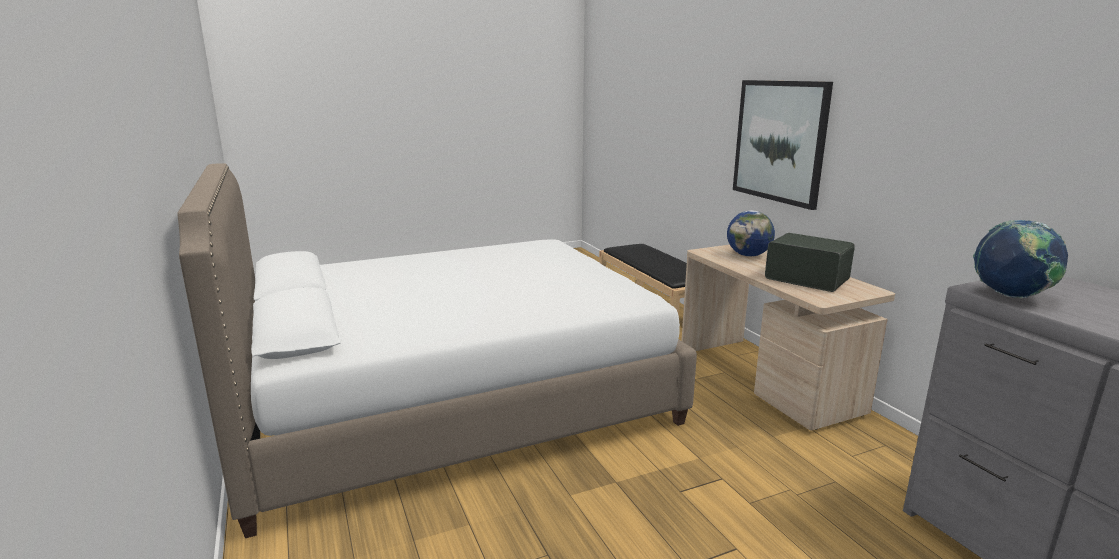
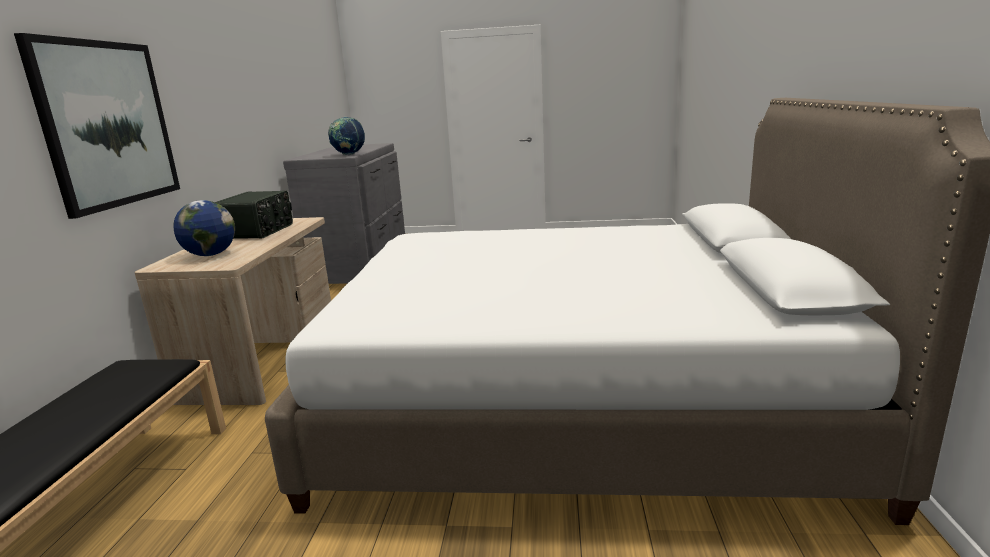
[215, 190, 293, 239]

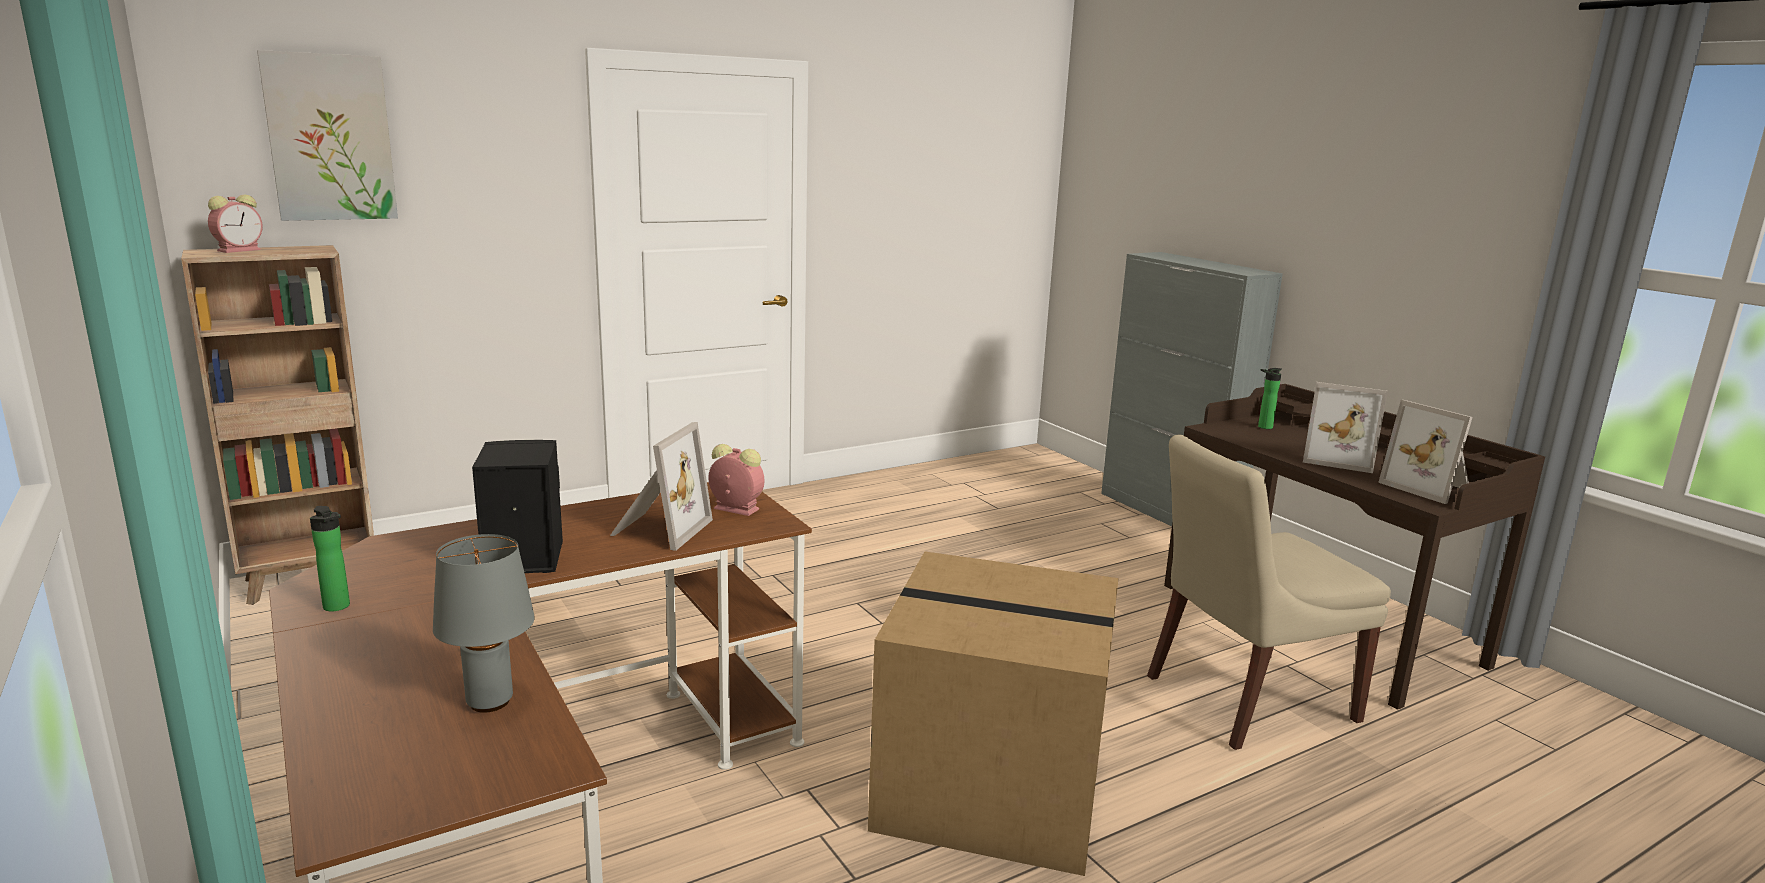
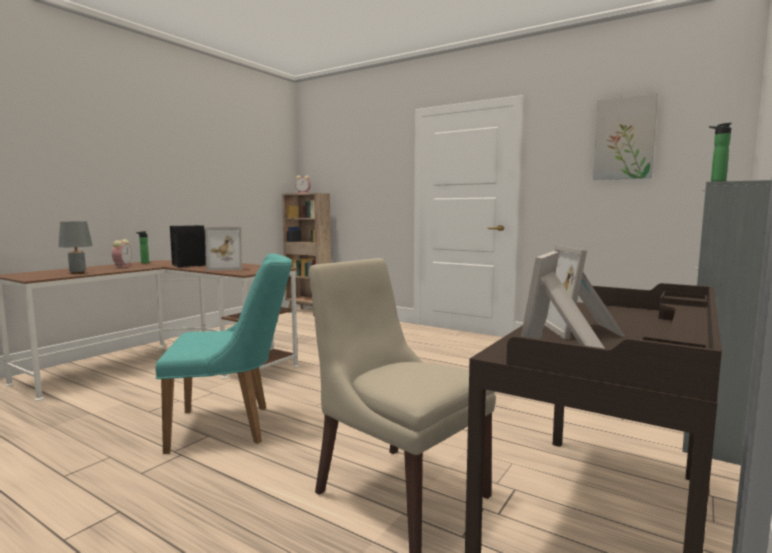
[593, 93, 658, 180]
[112, 239, 132, 268]
[709, 123, 732, 182]
[156, 253, 292, 454]

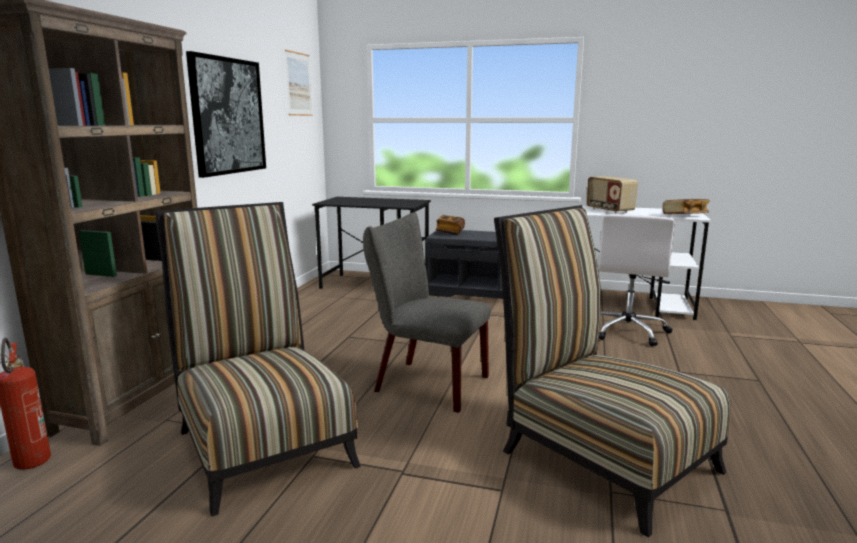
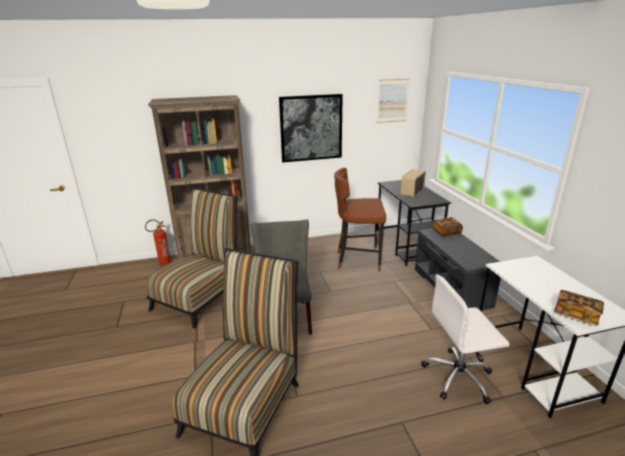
[334, 168, 386, 271]
[401, 169, 426, 198]

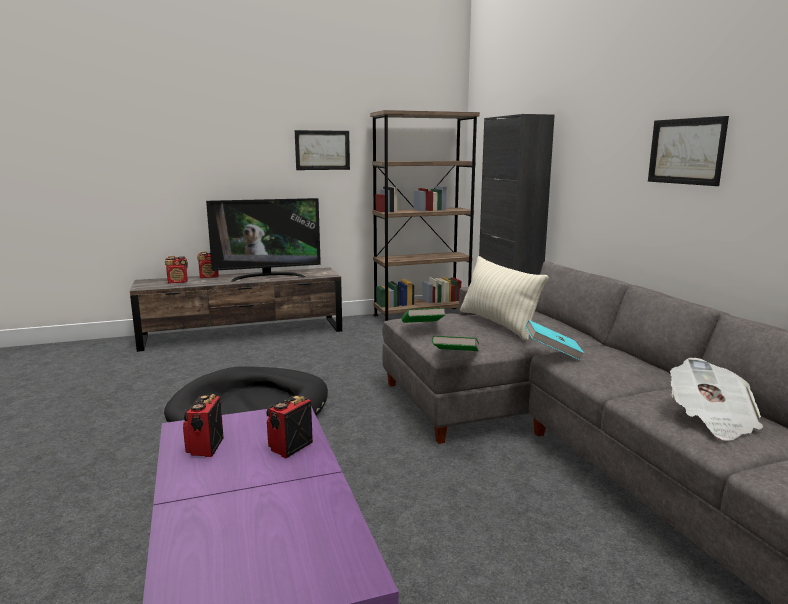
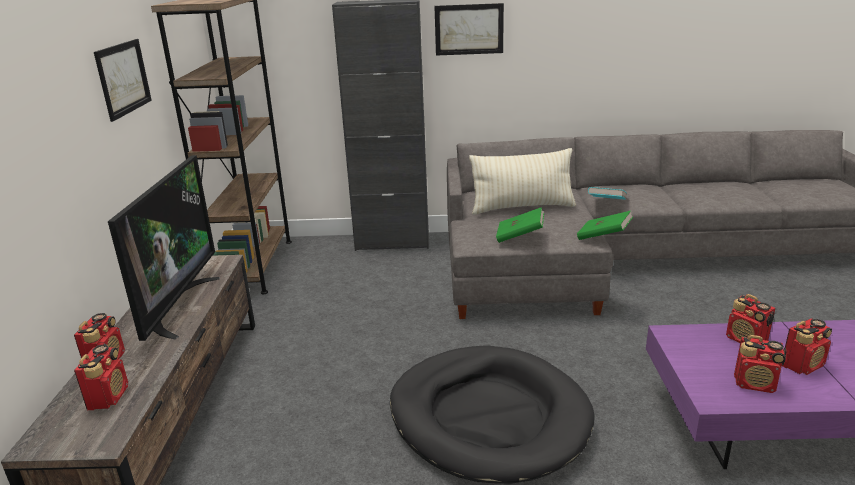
[670, 358, 763, 441] (first image)
[782, 318, 832, 375]
[434, 3, 504, 56]

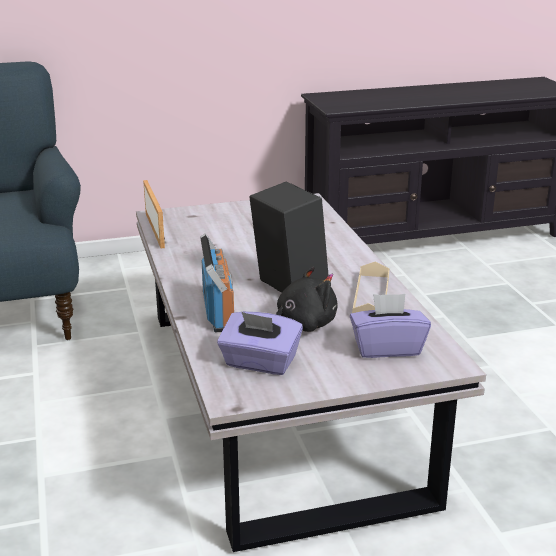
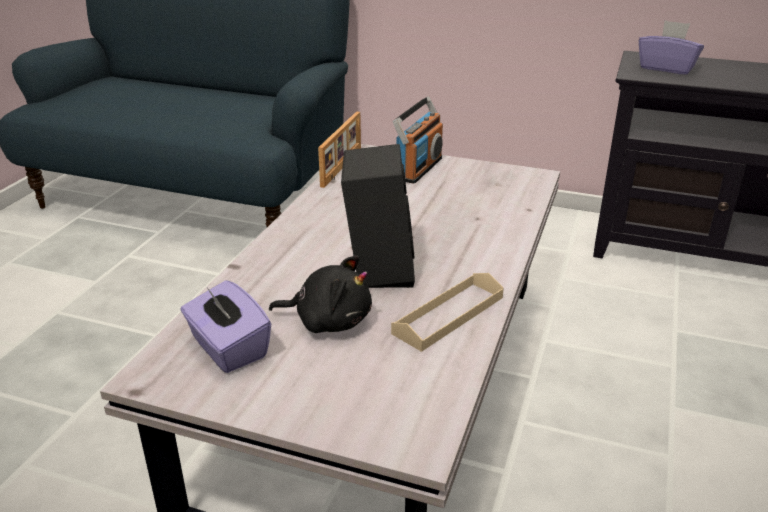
[393, 96, 443, 184]
[639, 20, 704, 75]

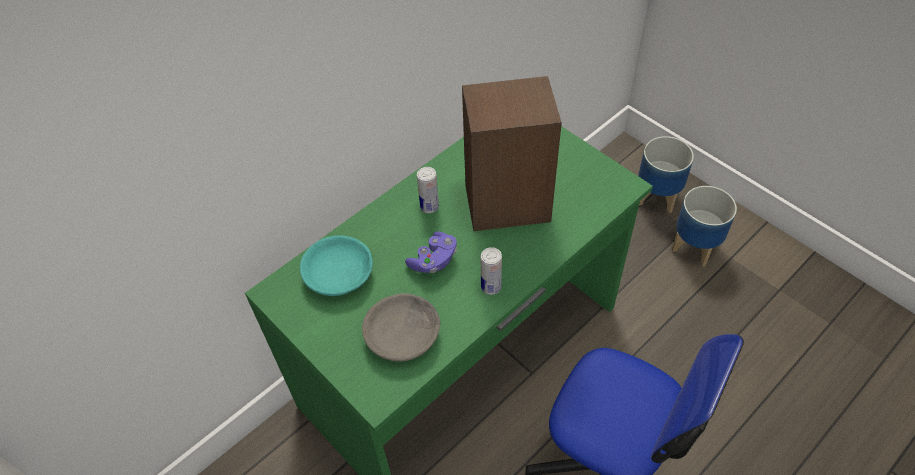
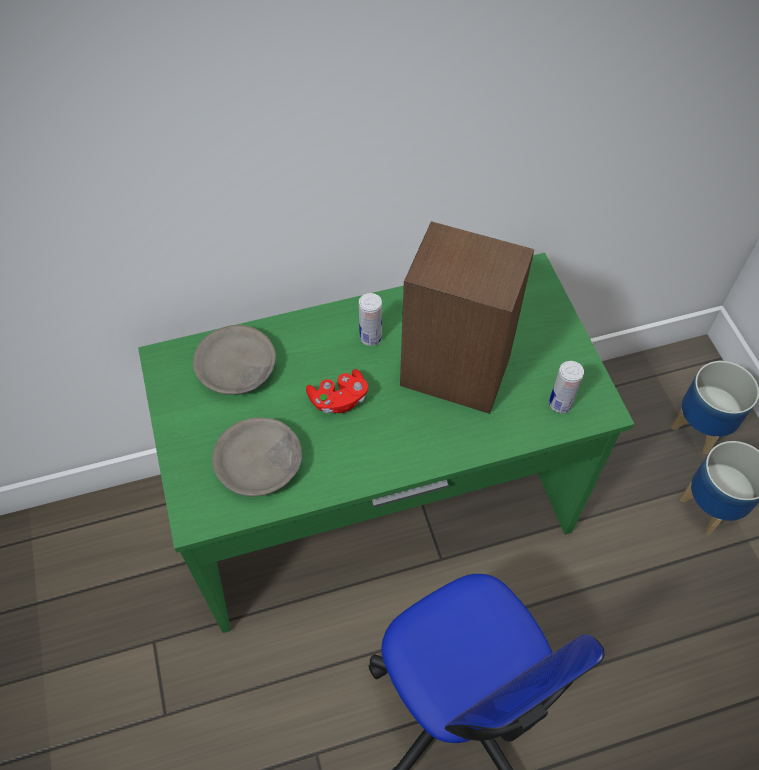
[549, 361, 584, 413]
[193, 325, 276, 395]
[306, 369, 368, 414]

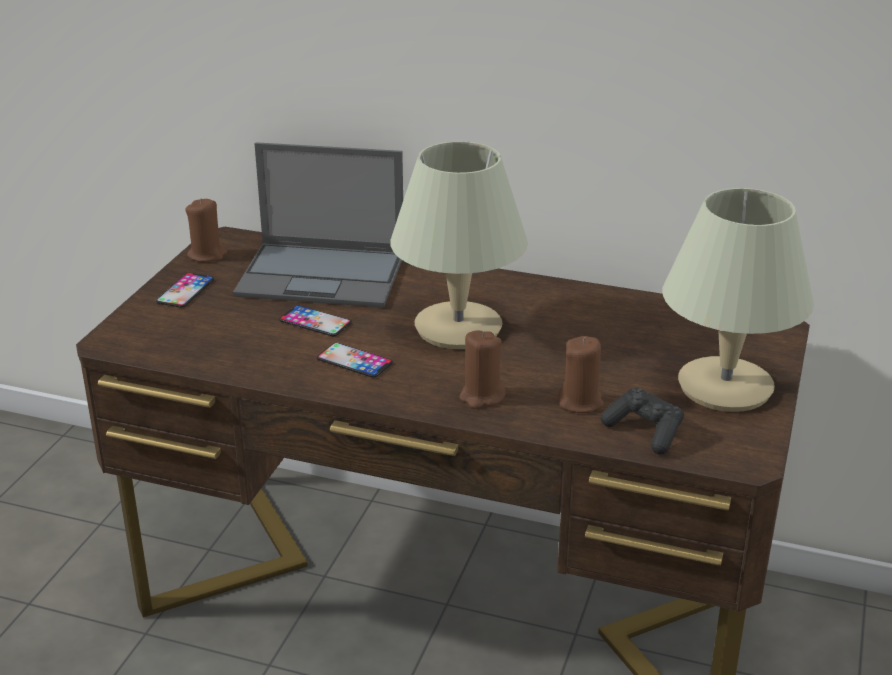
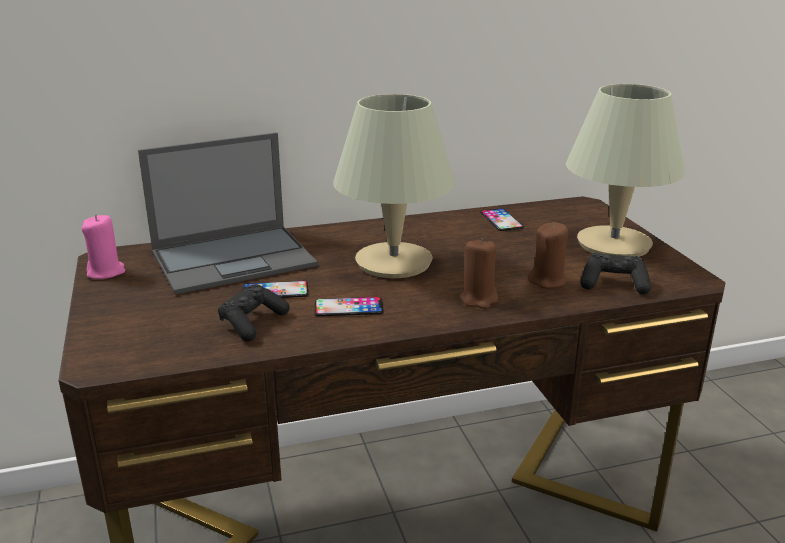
[218, 284, 290, 342]
[480, 208, 524, 231]
[82, 215, 125, 279]

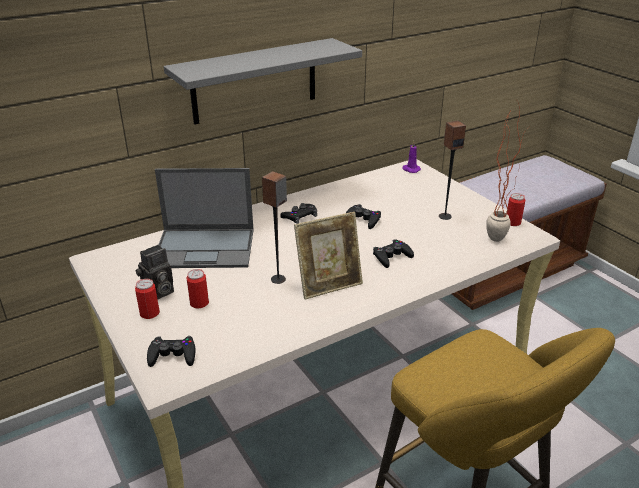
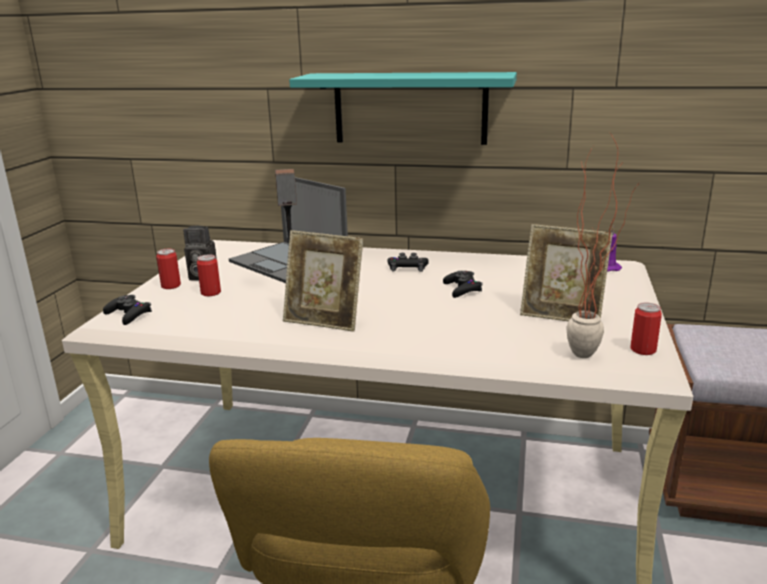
[373, 239, 414, 268] (first image)
[520, 224, 613, 321]
[289, 72, 517, 145]

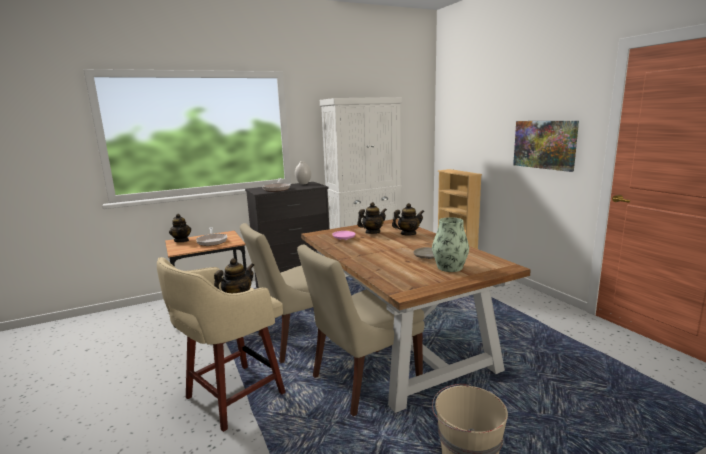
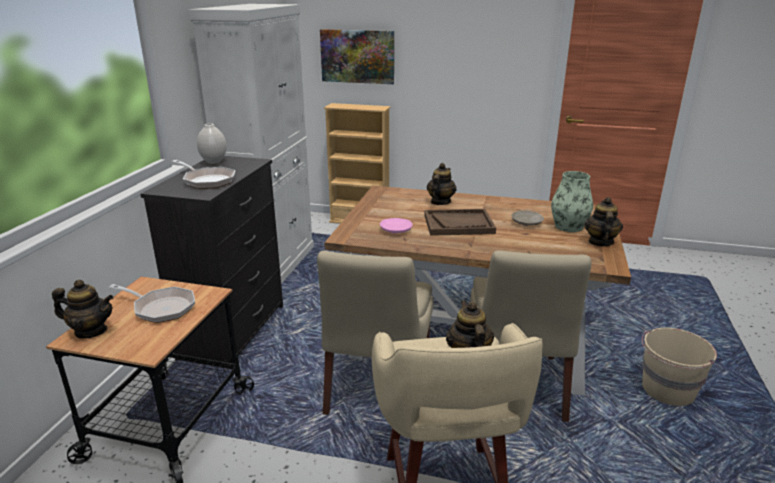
[424, 209, 496, 236]
[585, 197, 623, 246]
[320, 29, 394, 84]

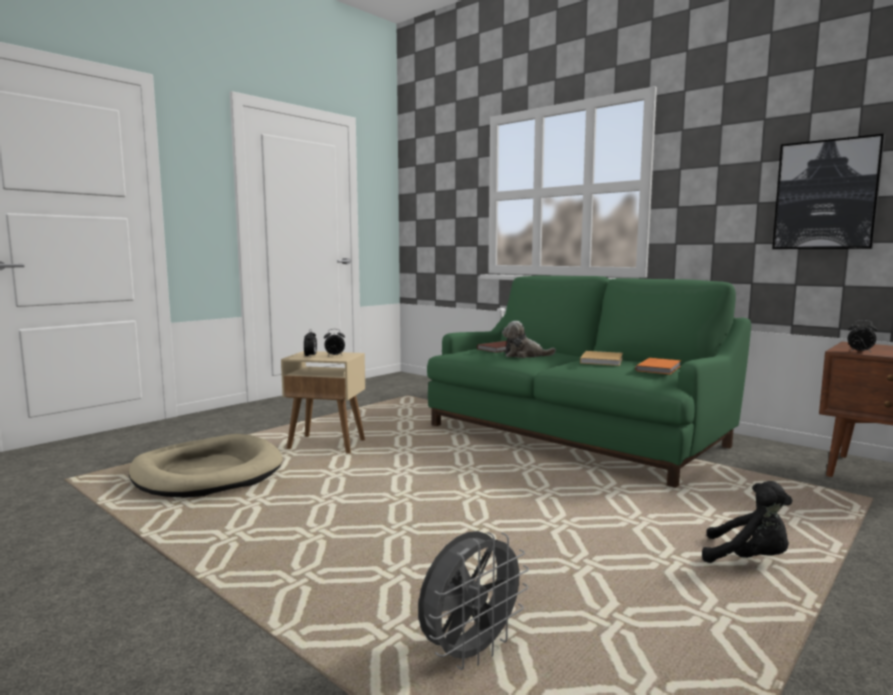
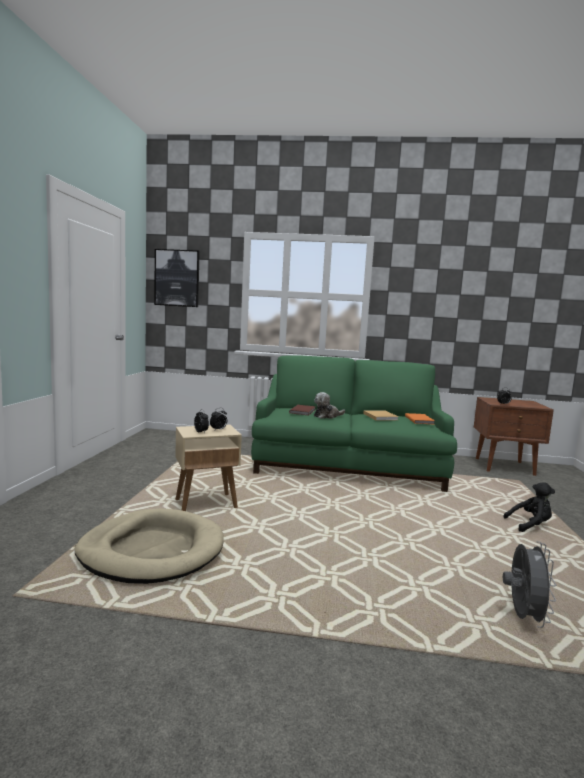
[154, 249, 200, 307]

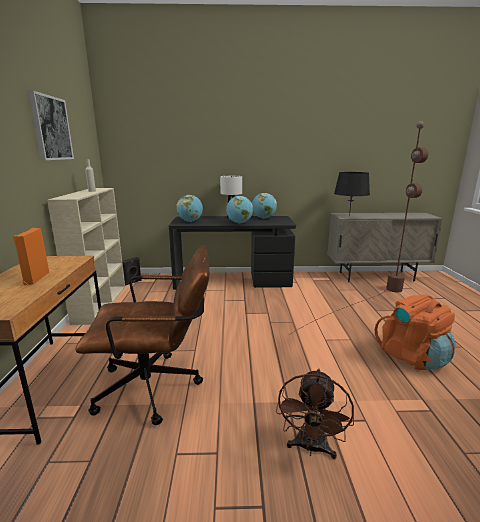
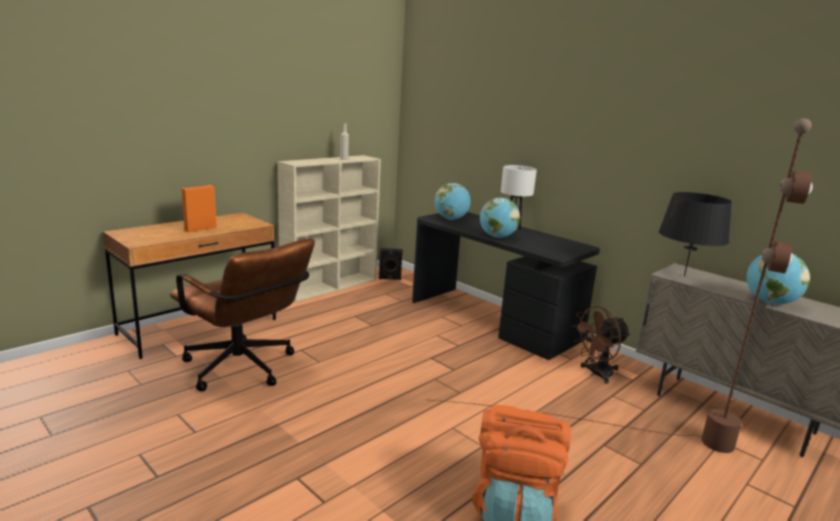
[28, 90, 74, 160] (first image)
[746, 254, 810, 304]
[571, 306, 630, 384]

